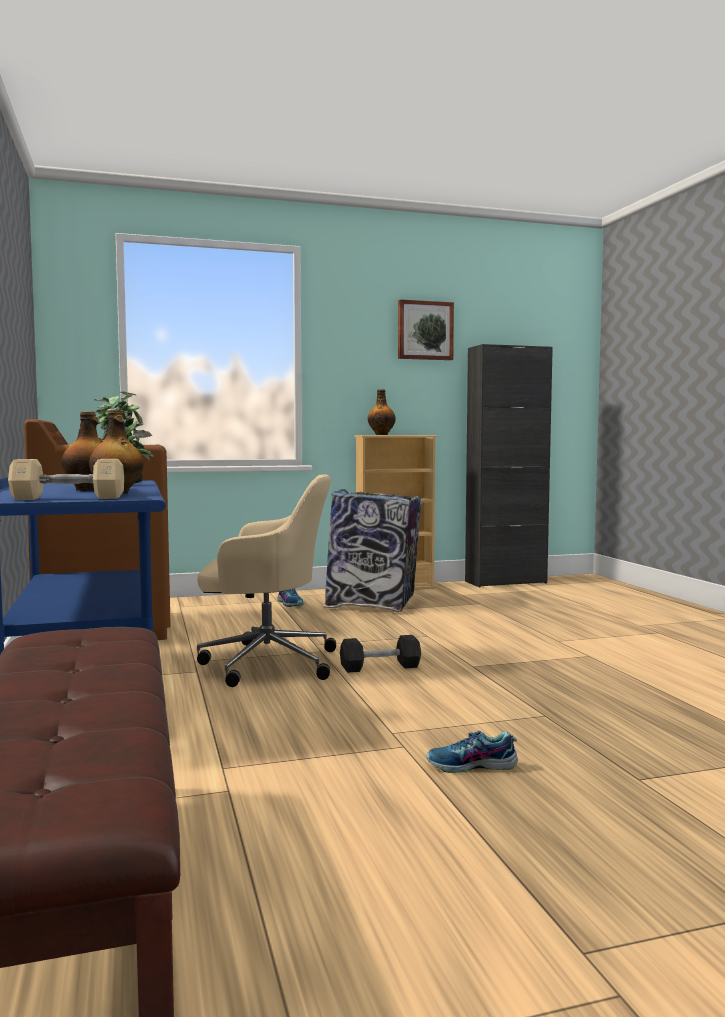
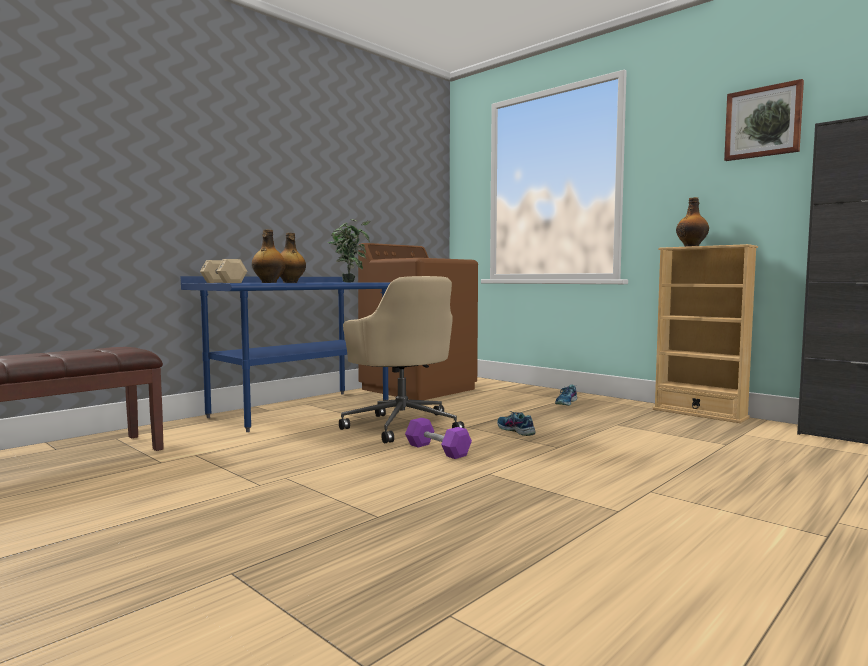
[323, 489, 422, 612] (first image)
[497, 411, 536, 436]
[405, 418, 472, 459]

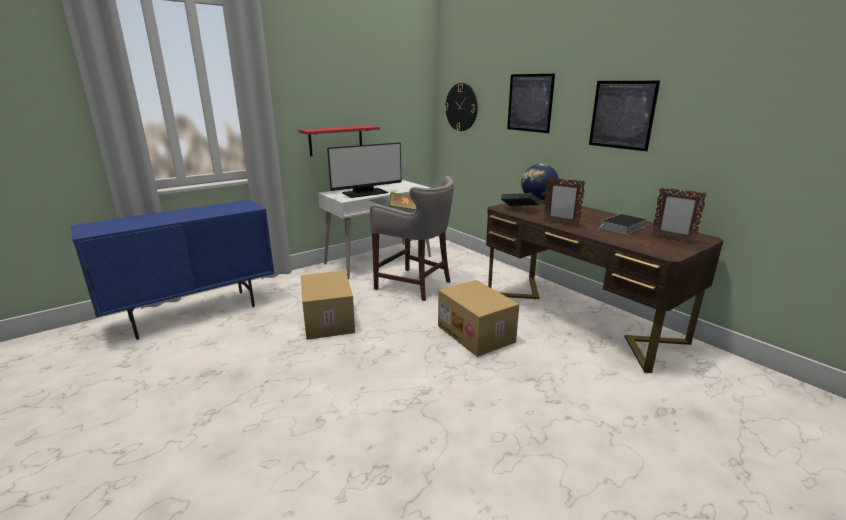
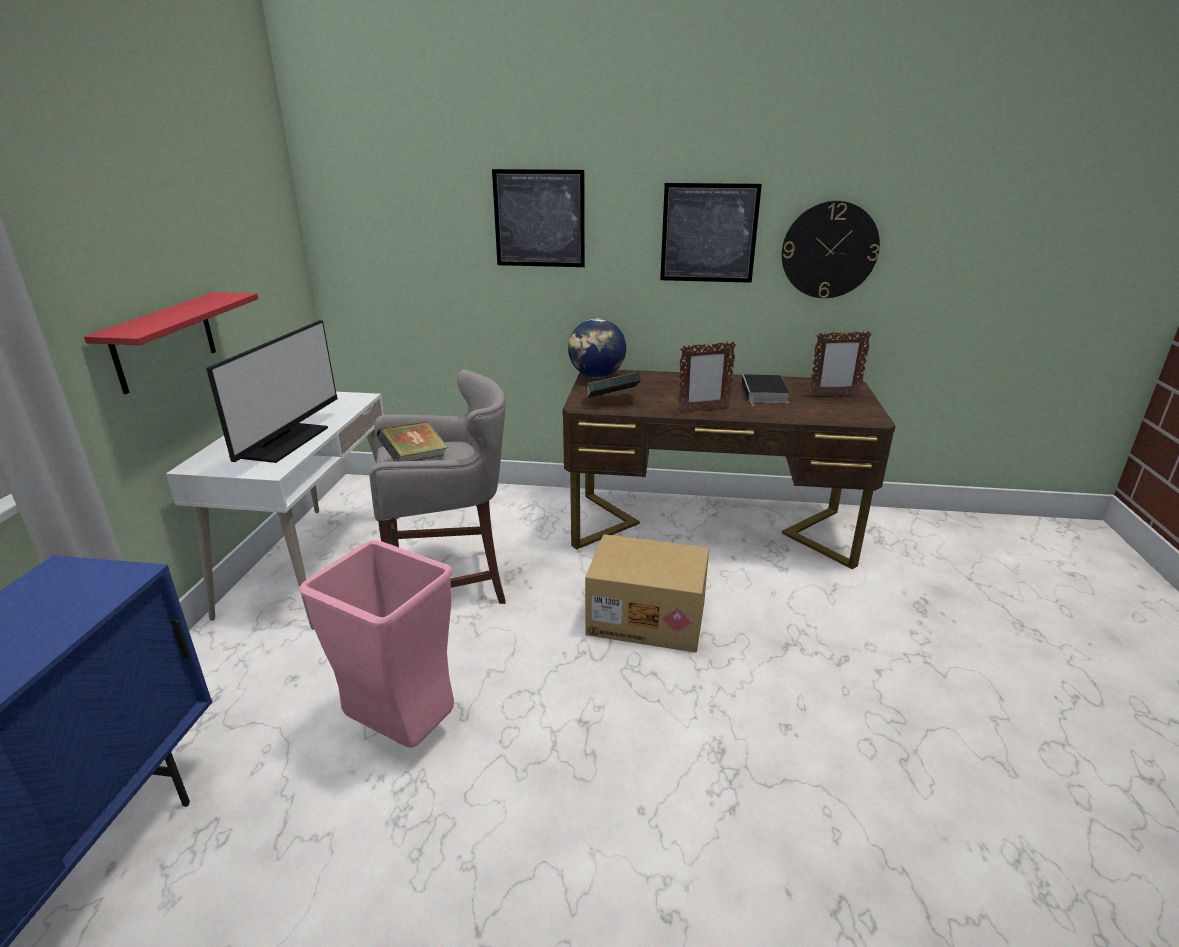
[782, 201, 880, 298]
[299, 540, 454, 748]

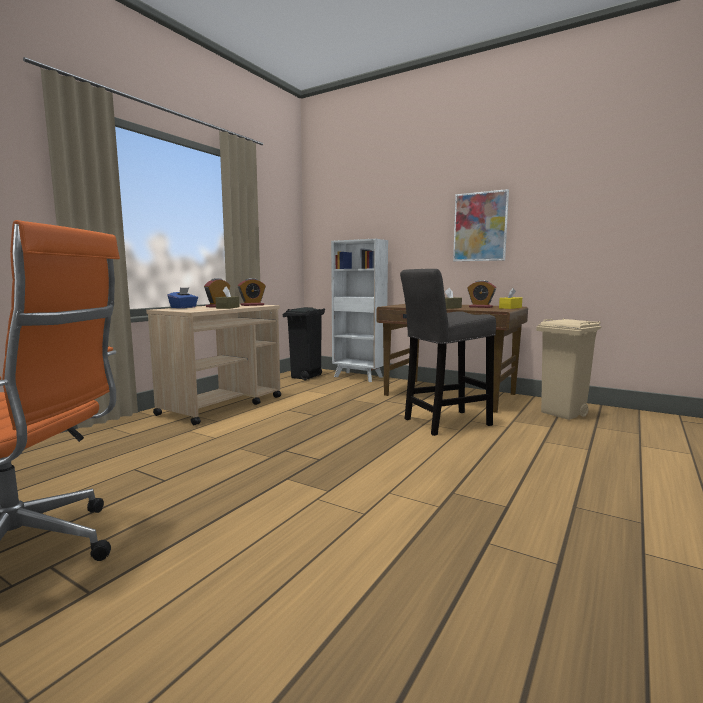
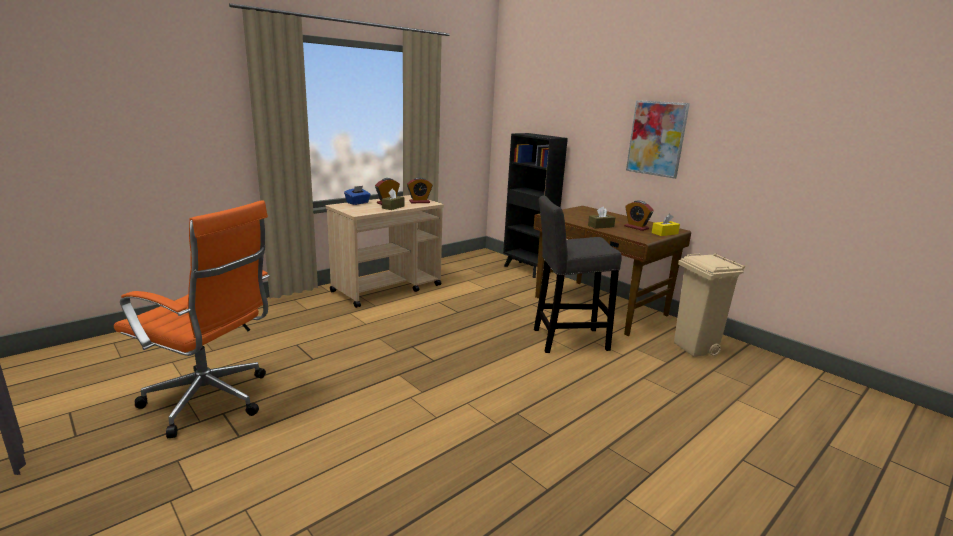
[283, 307, 325, 380] (first image)
[503, 133, 568, 278]

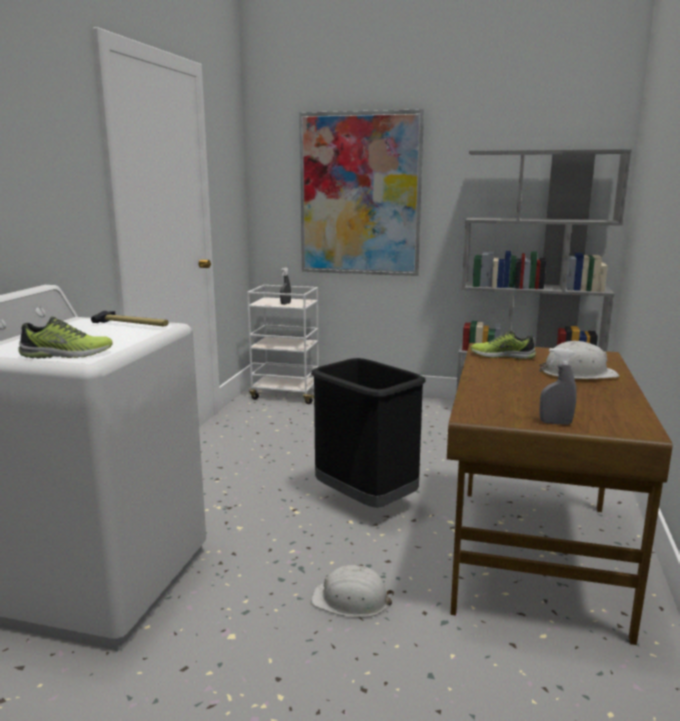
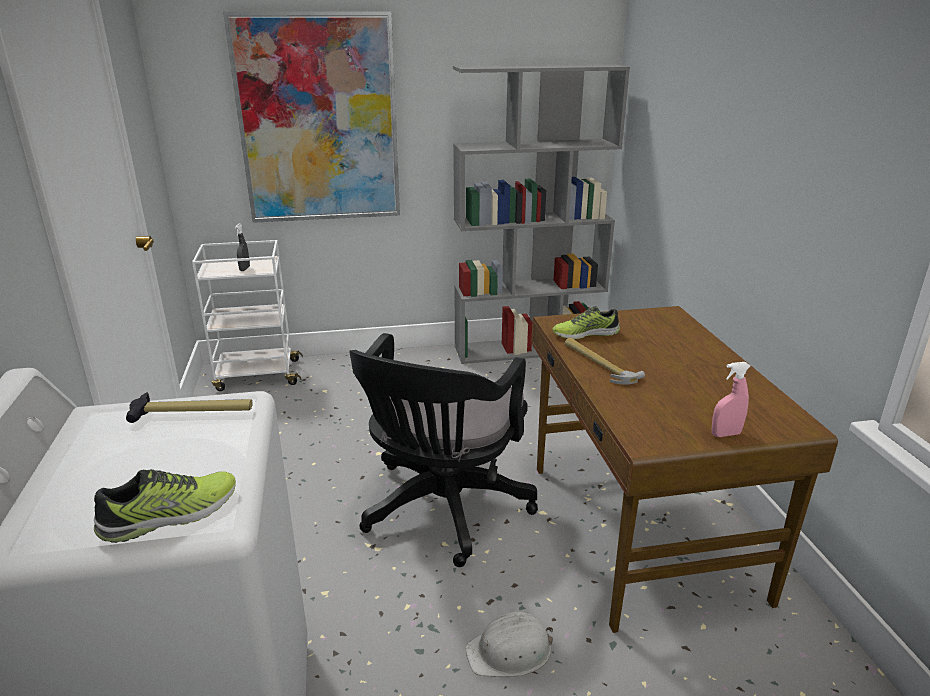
[539, 341, 619, 379] (first image)
[565, 338, 645, 385]
[349, 333, 538, 567]
[712, 362, 751, 437]

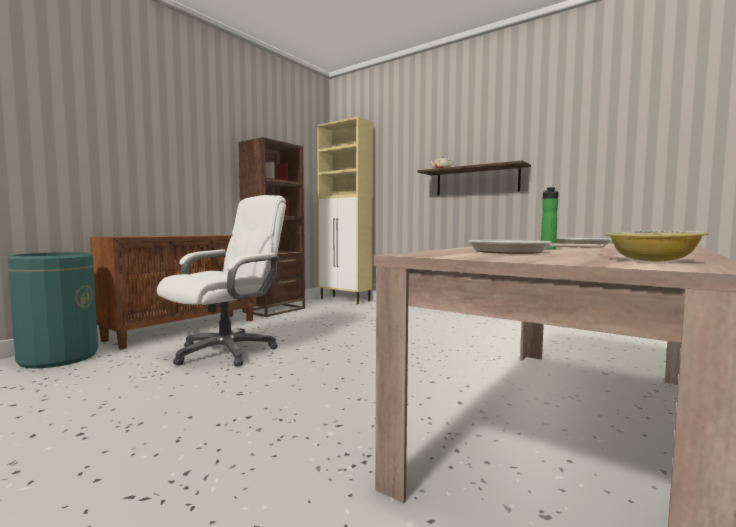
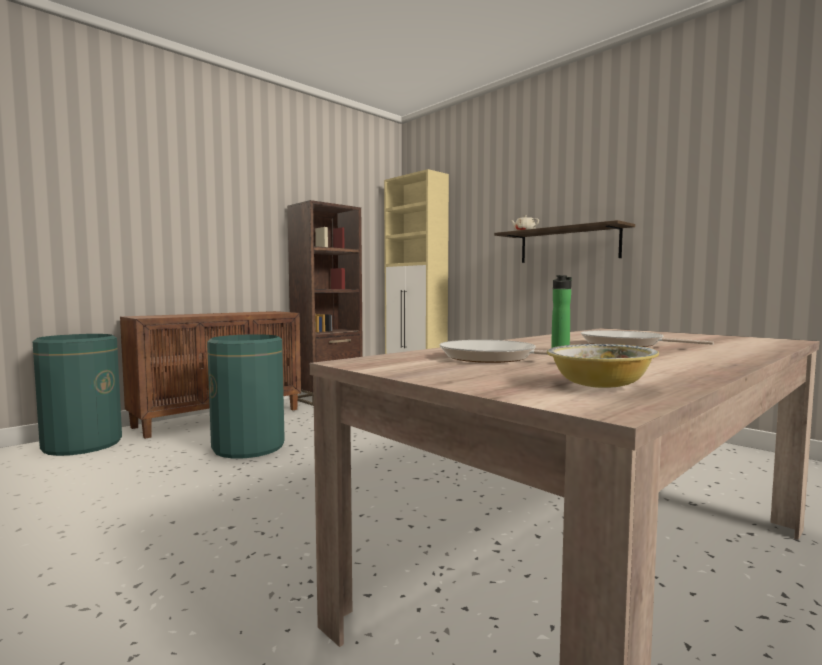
[207, 334, 285, 458]

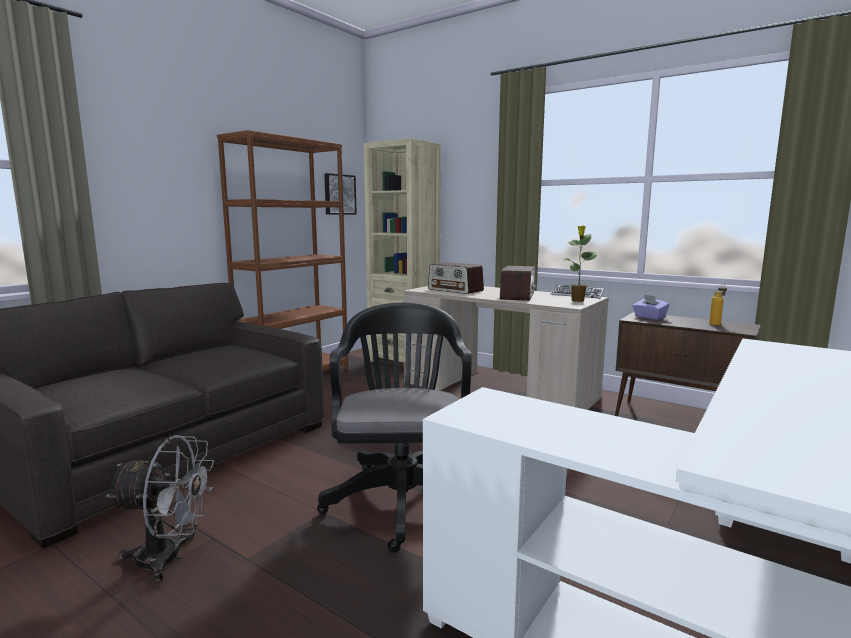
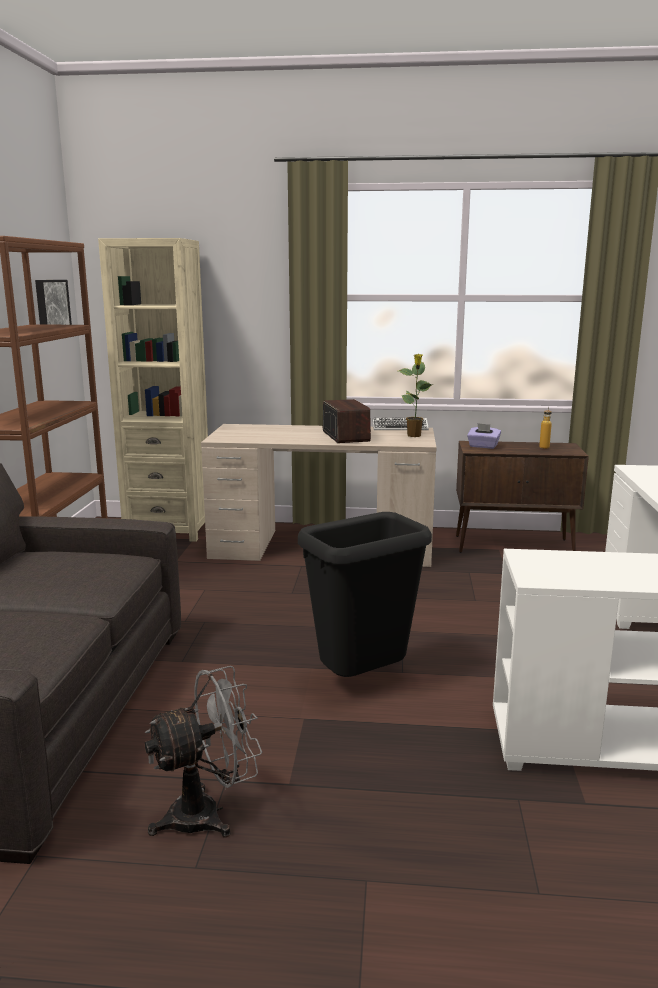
[428, 262, 484, 294] (first image)
[298, 512, 432, 677]

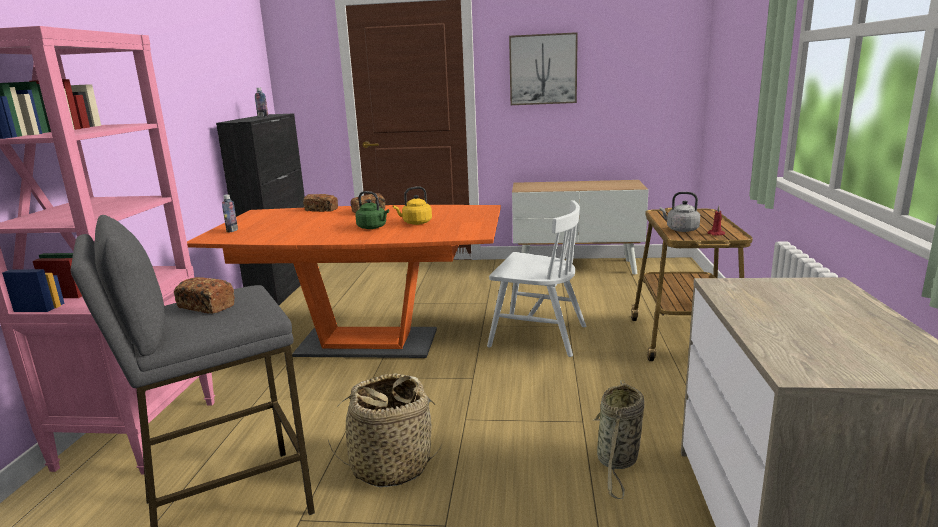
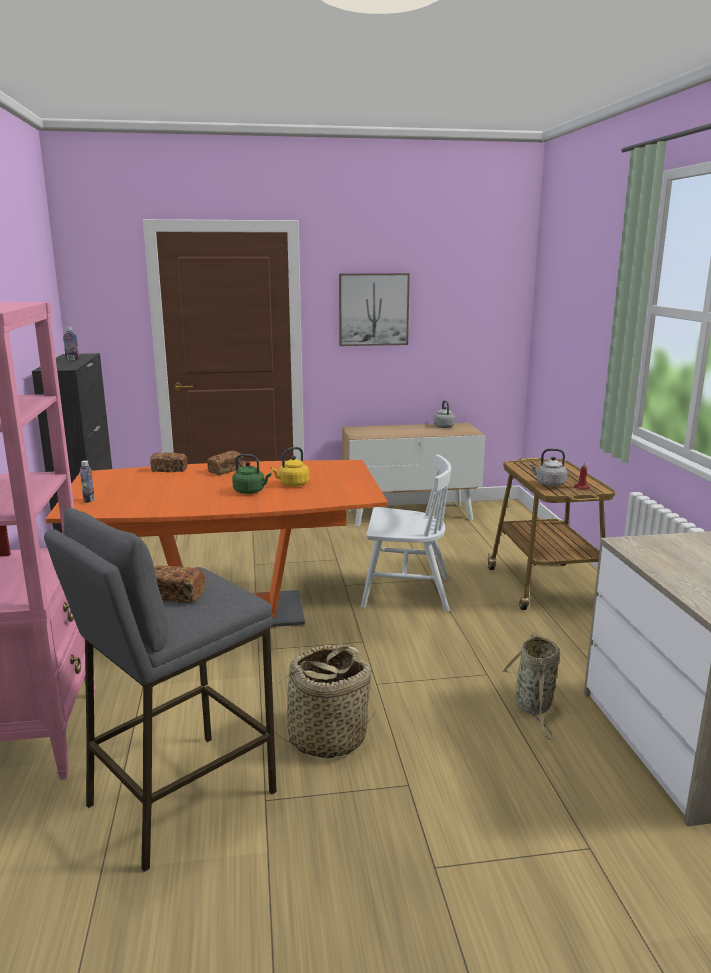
[433, 400, 455, 428]

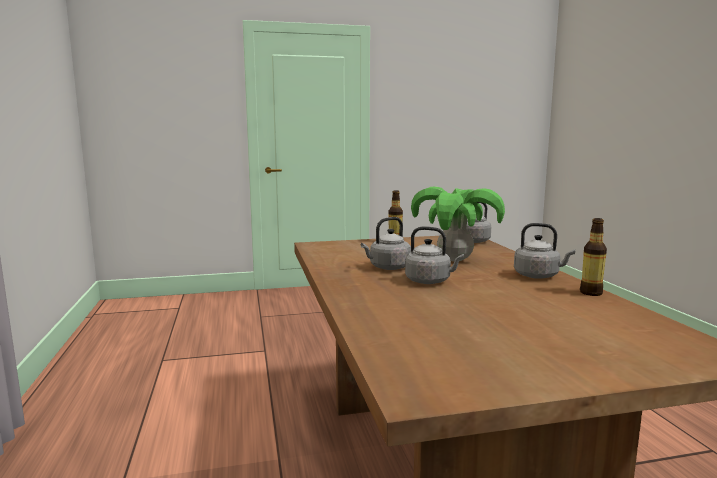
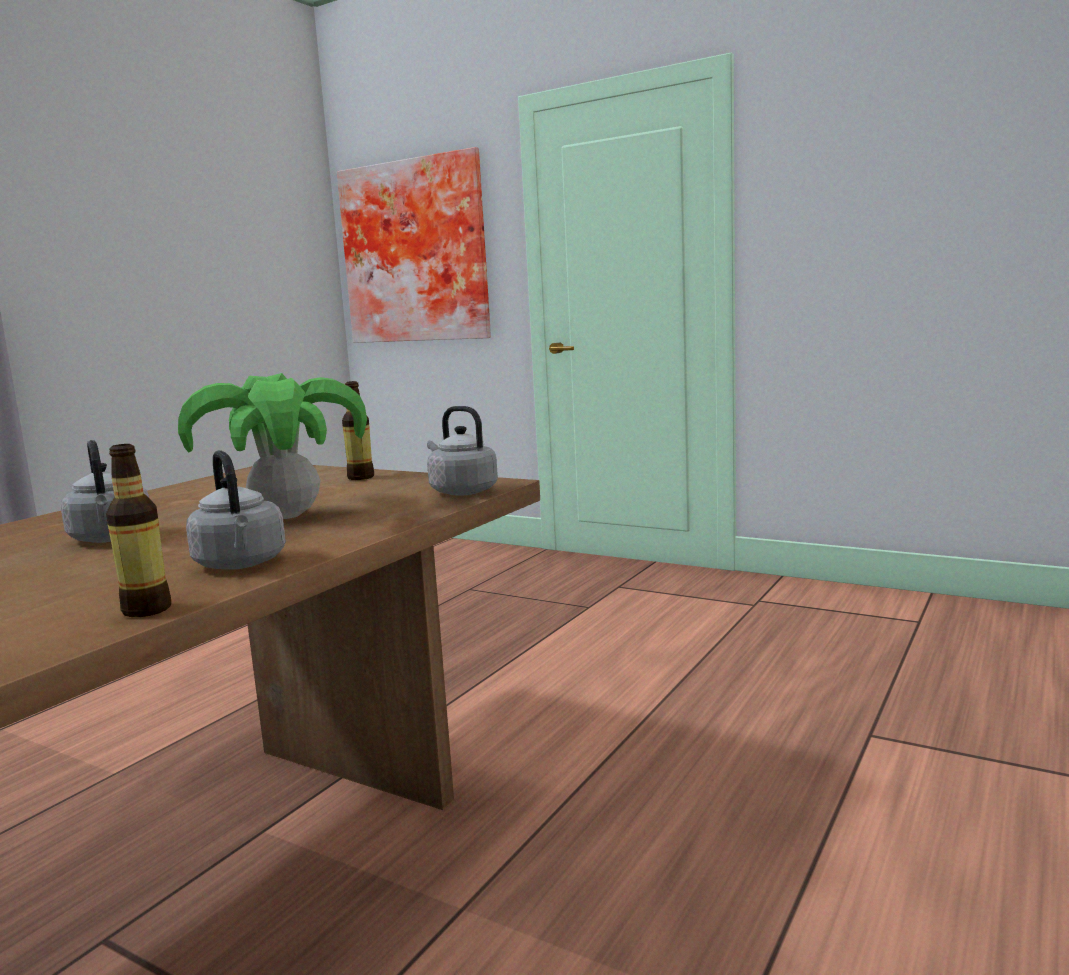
[361, 217, 411, 270] (first image)
[337, 147, 491, 343]

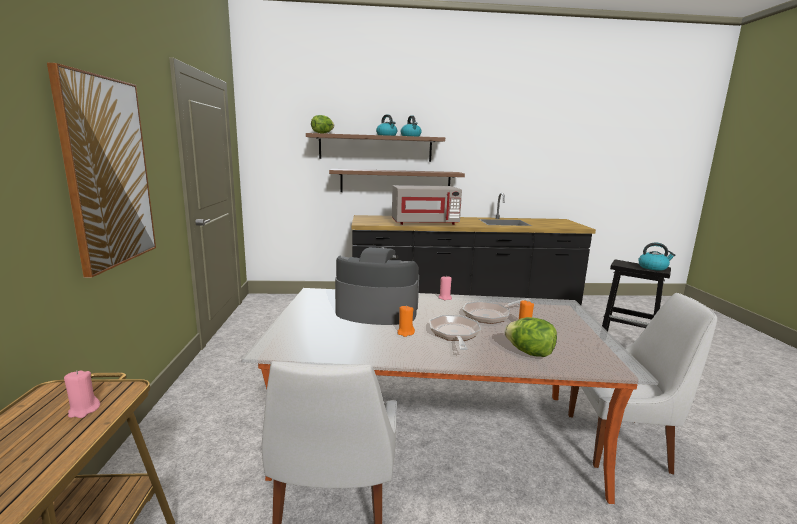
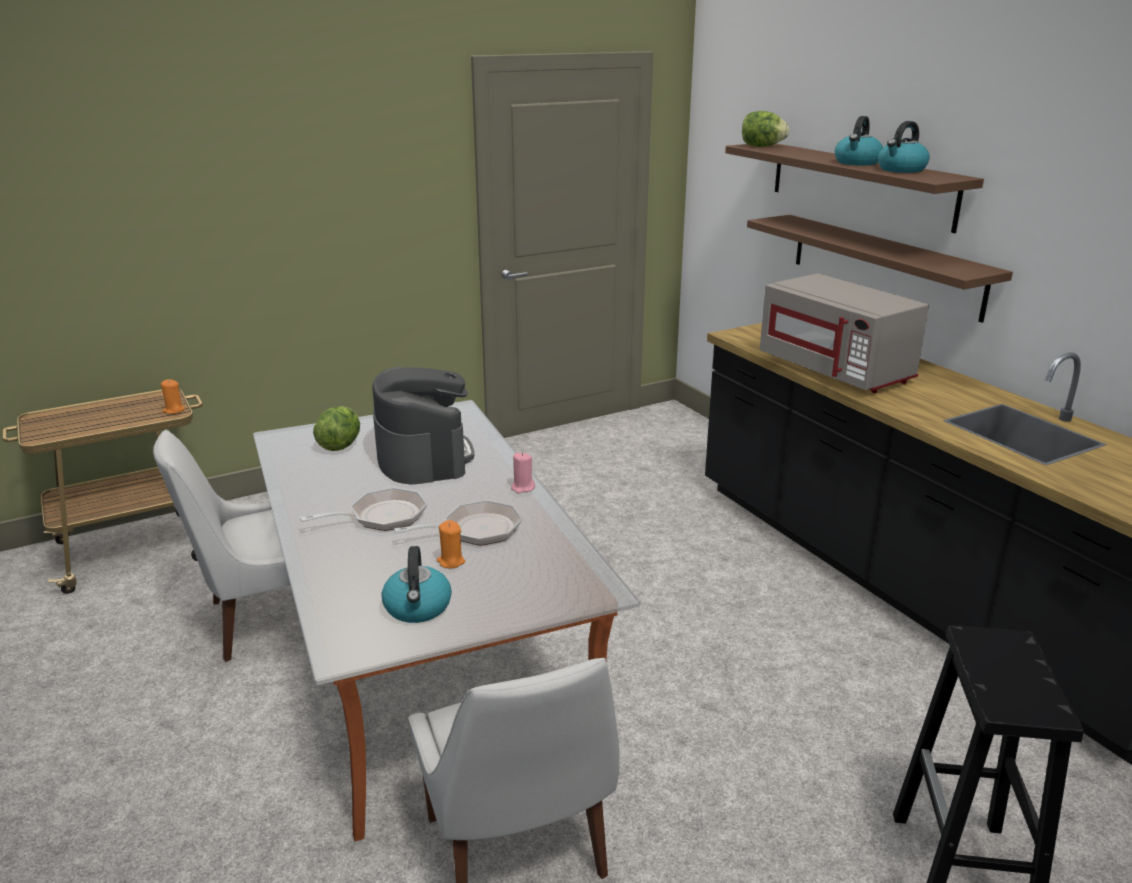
[47, 63, 156, 278] (first image)
[64, 370, 100, 418] (first image)
[161, 379, 185, 414]
[313, 406, 360, 451]
[382, 546, 452, 623]
[394, 500, 522, 546]

